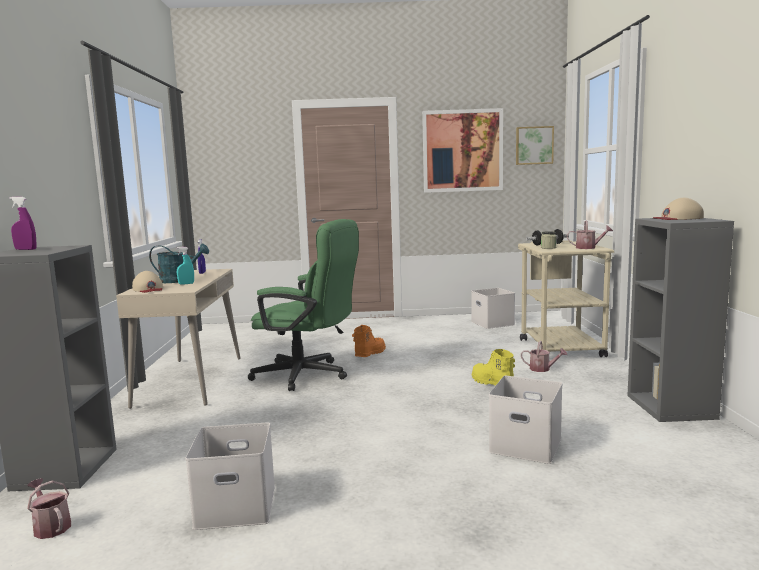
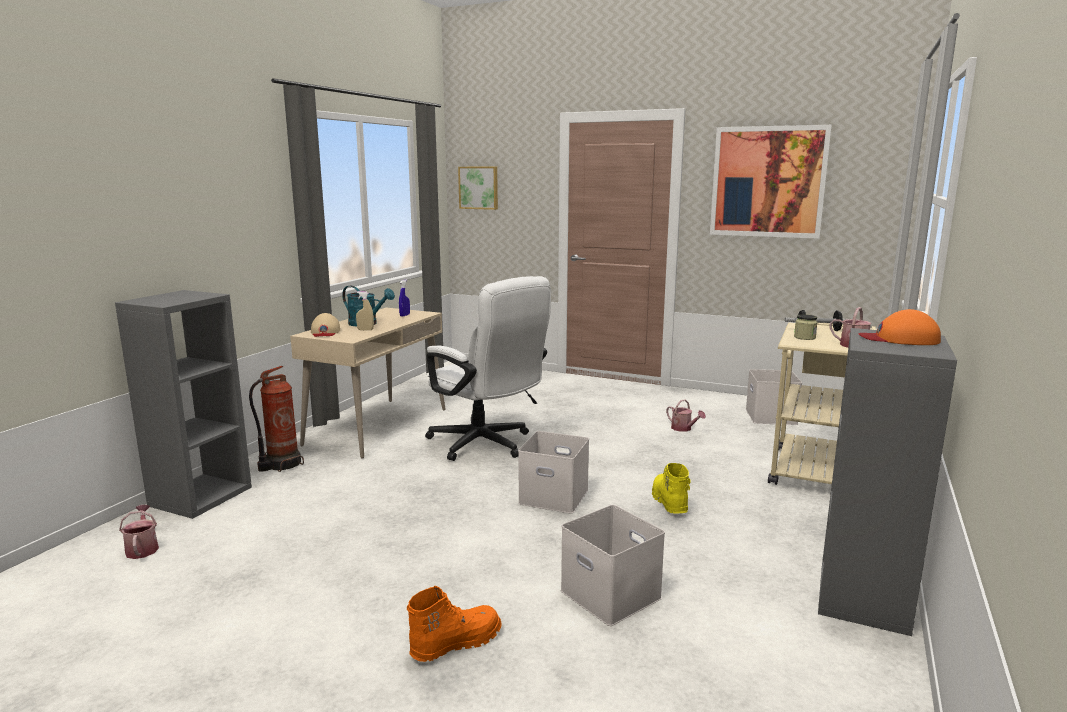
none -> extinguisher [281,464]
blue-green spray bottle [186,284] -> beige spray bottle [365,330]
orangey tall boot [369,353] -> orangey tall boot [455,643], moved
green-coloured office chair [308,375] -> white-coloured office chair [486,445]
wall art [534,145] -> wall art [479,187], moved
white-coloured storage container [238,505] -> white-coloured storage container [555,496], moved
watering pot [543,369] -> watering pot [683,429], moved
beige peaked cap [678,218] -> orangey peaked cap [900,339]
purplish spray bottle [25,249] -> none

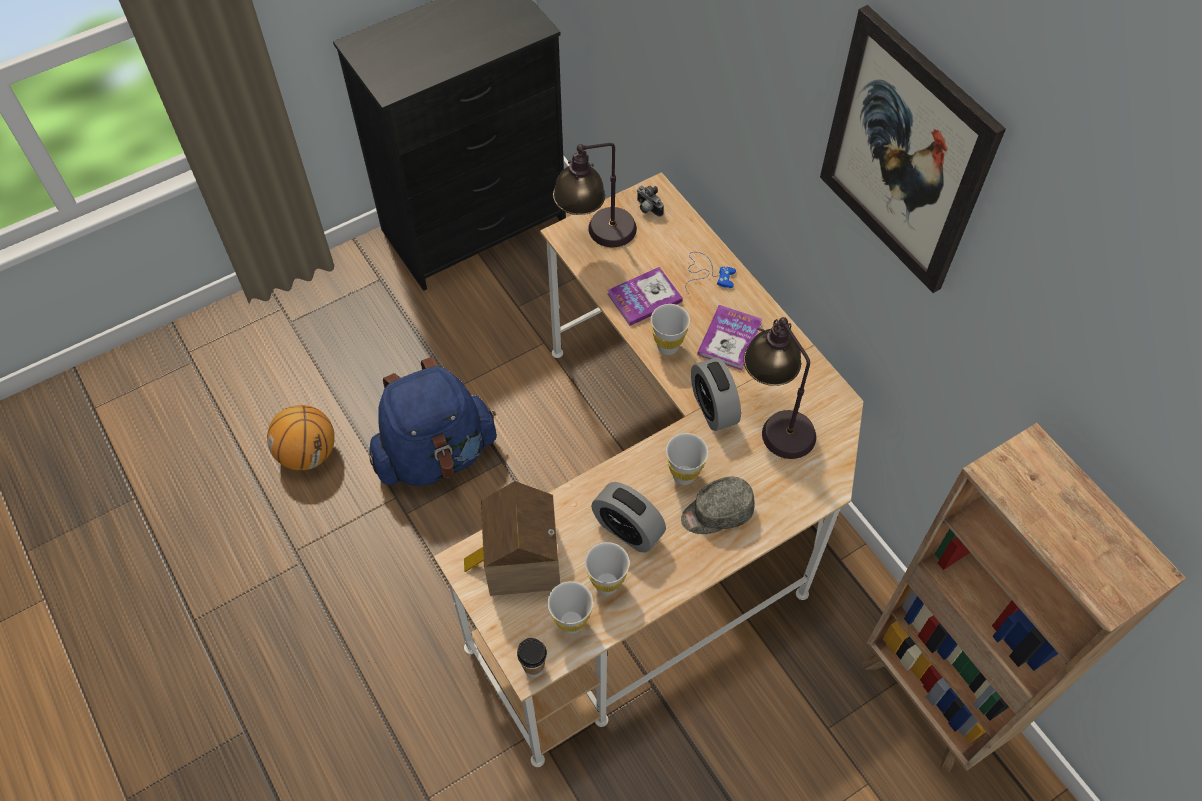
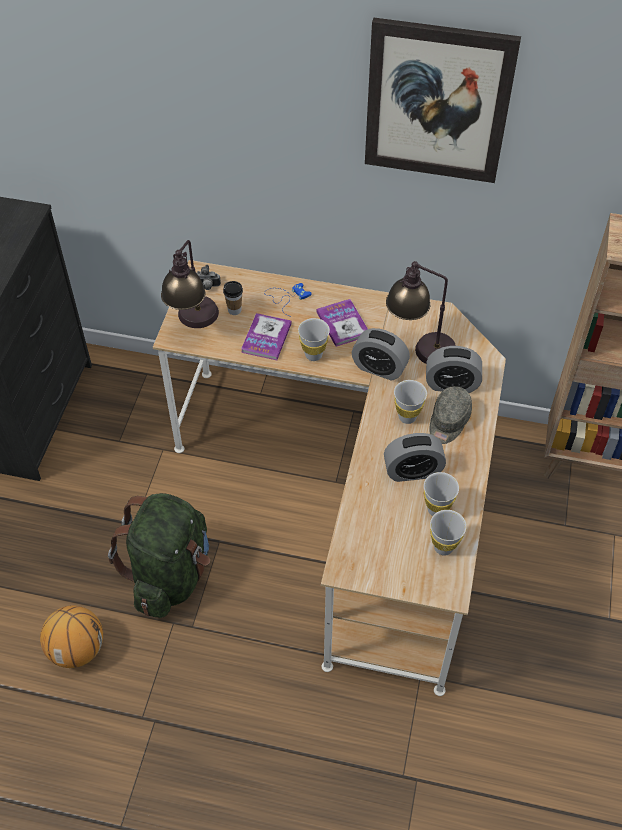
blue-coloured backpack [436,455] -> green-coloured backpack [170,574]
drinking cup [534,668] -> drinking cup [234,310], moved
none -> bedside clock [451,384]
miniature house [518,561] -> none

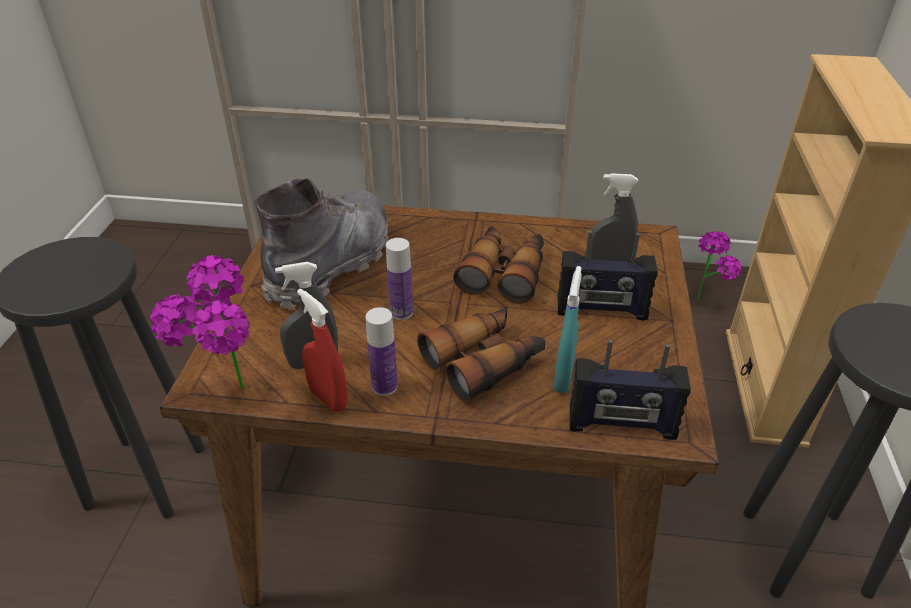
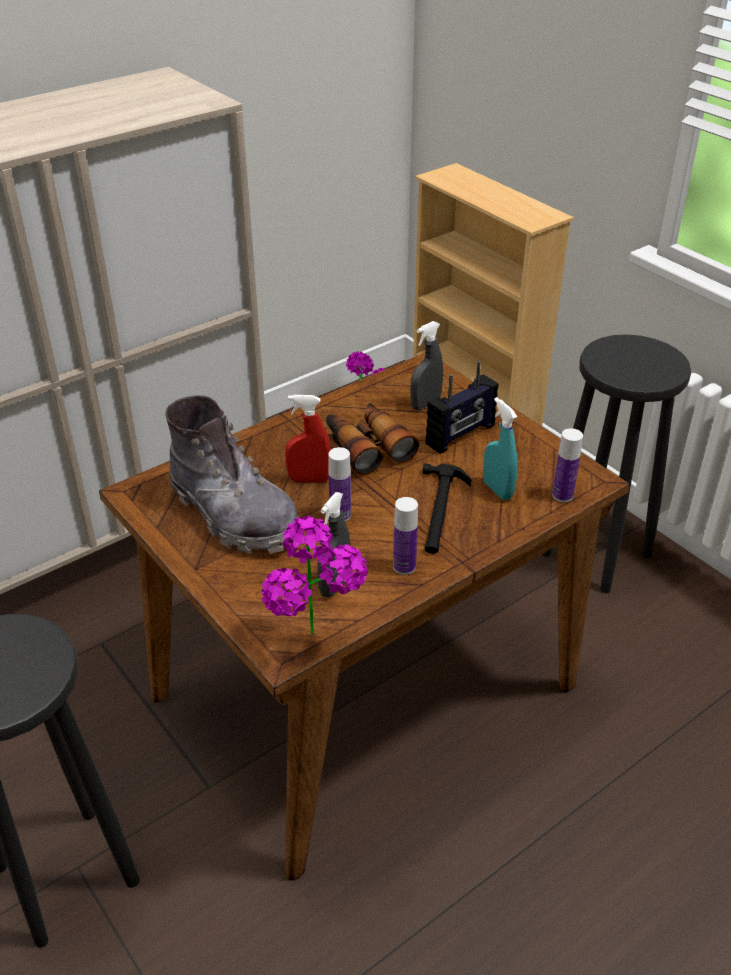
gray tall boot [332,264] -> gray tall boot [234,514], 150 degrees clockwise
reddish spray bottle [328,399] -> reddish spray bottle [309,479], moved
binoculars [484,361] -> tool hammer [440,511]
radio receiver [621,425] -> bottle [562,495]

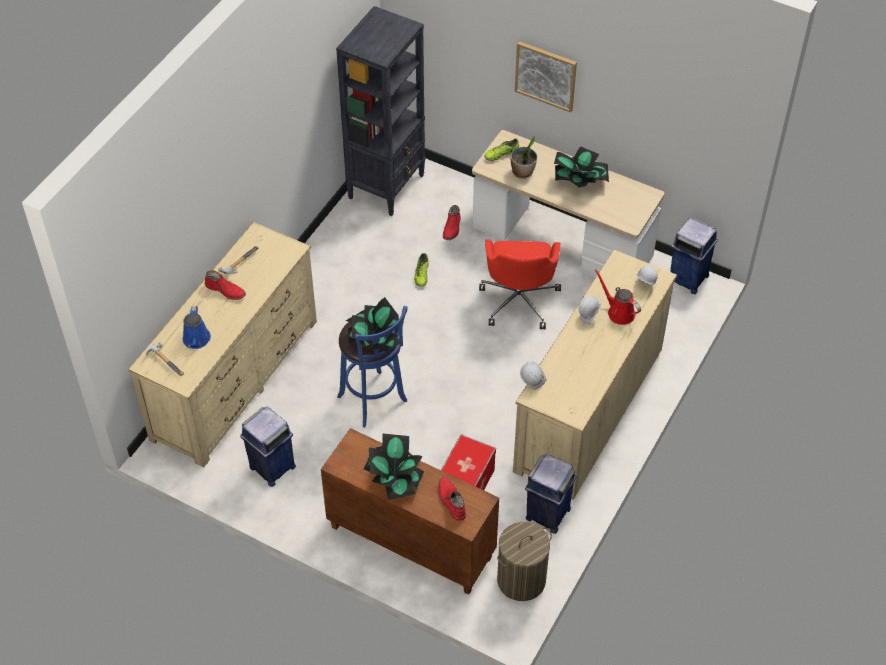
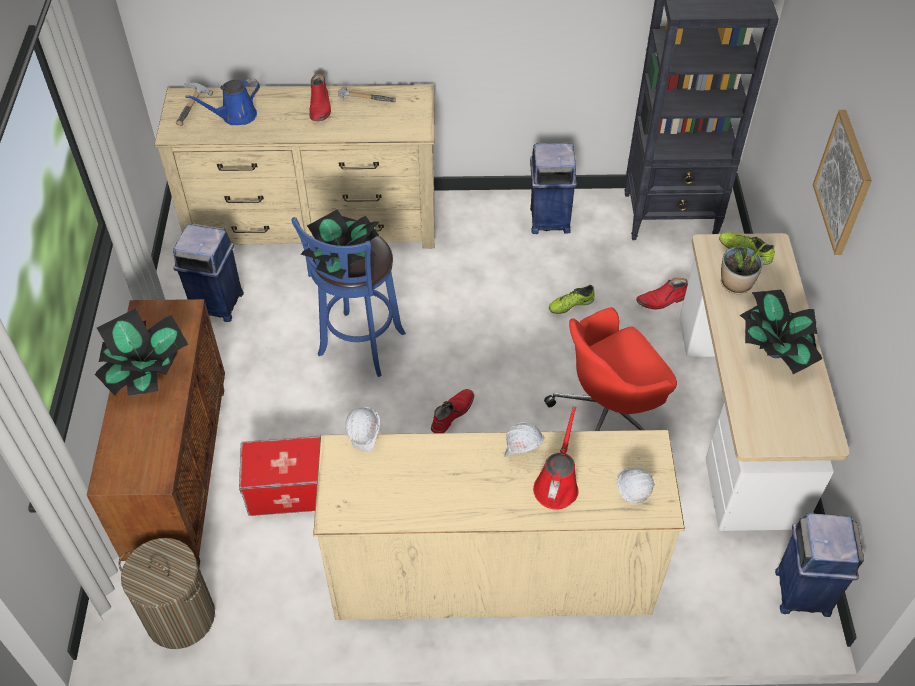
reddish tall boot [451,501] -> reddish tall boot [451,413], moved
blue-coloured waste bin [547,514] -> blue-coloured waste bin [548,220], moved

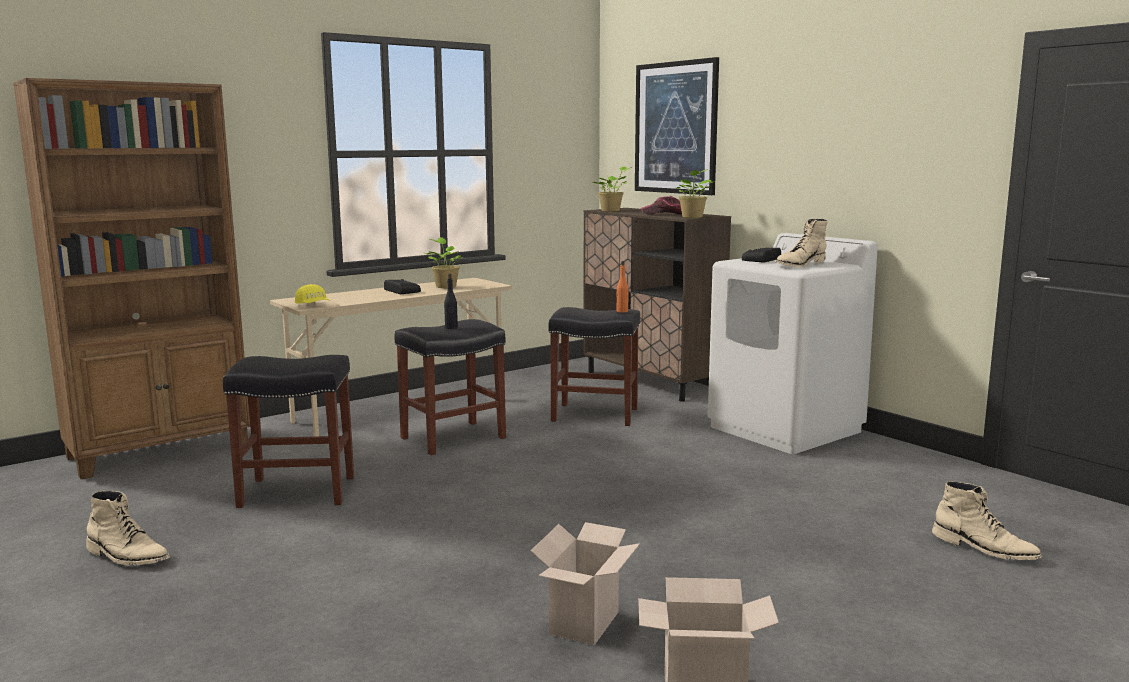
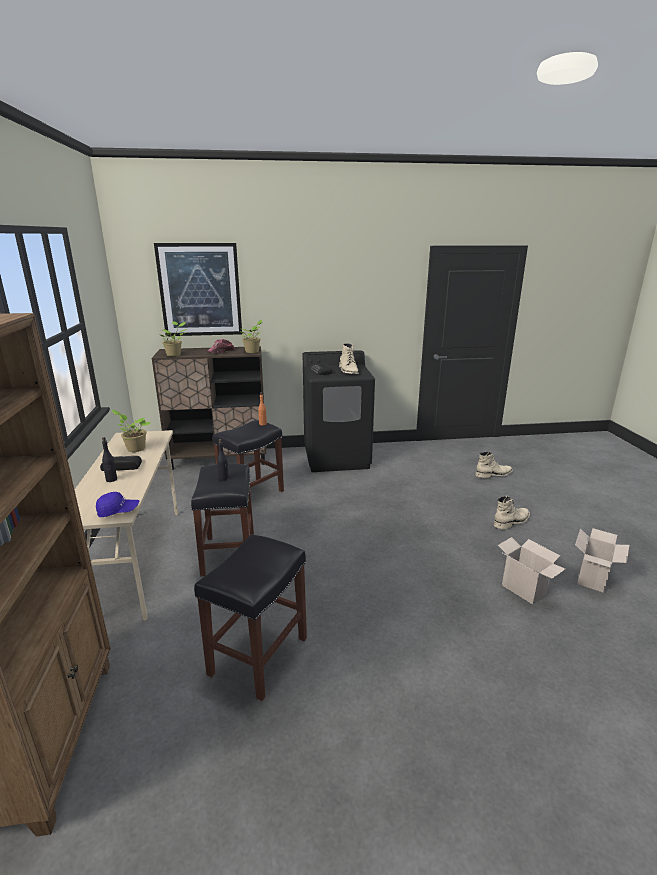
yellow peaked cap [313,305] -> blue-coloured peaked cap [118,511]
none -> black bottle [111,480]
white-coloured laundry appliance [785,429] -> black laundry appliance [337,457]
beige tall boot [127,556] -> beige tall boot [512,521], moved

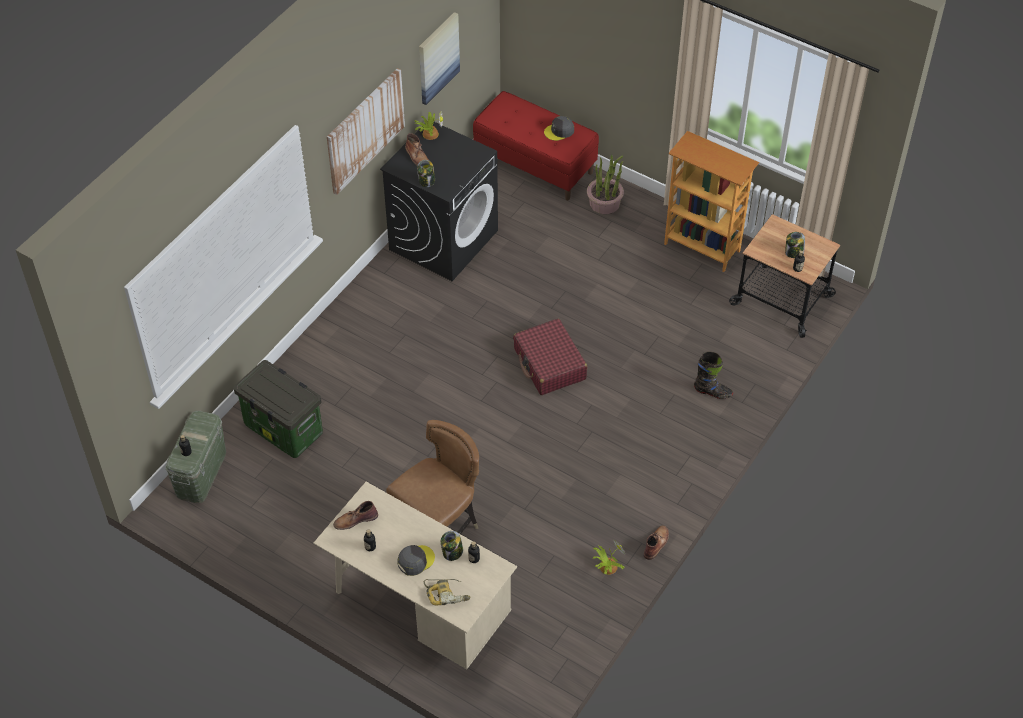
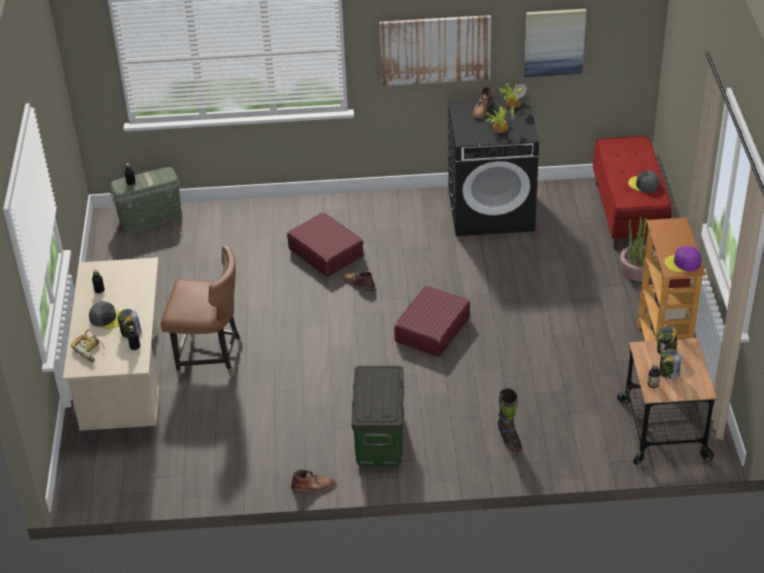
none -> reddish piece of luggage [326,252]
brown tall boot [355,520] -> brown tall boot [358,282], moved
storage container [285,429] -> storage container [380,440], moved
potted plant [607,567] -> potted plant [499,127], moved
storage jar [426,181] -> storage jar [666,350], moved
none -> purplish peaked cap [683,263]

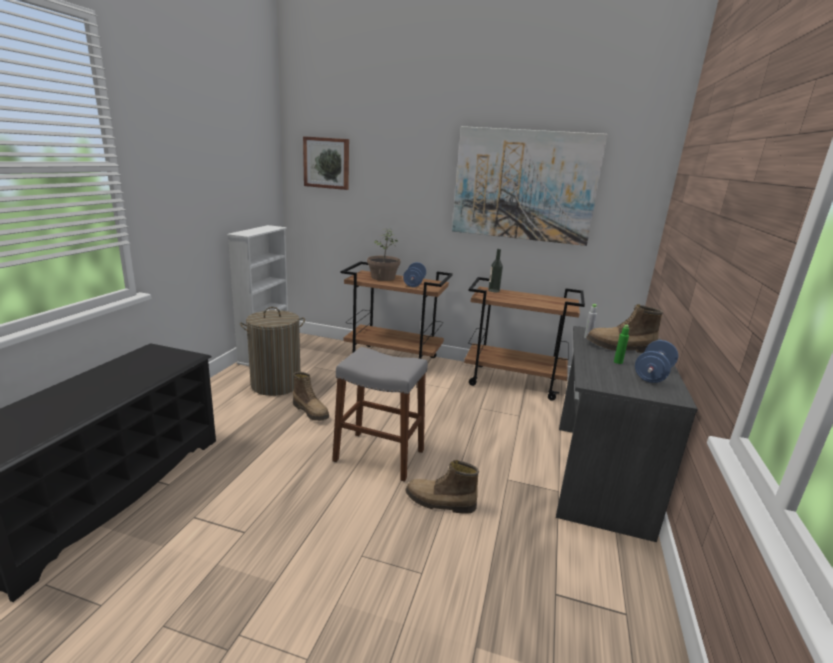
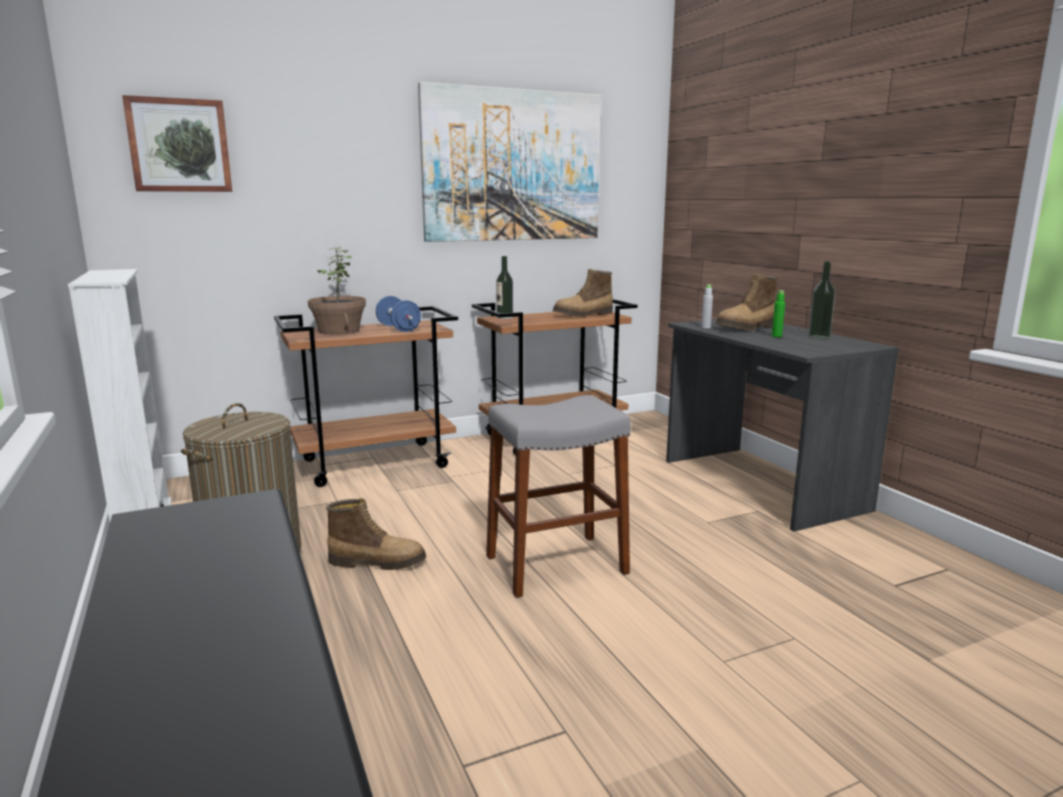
tall boot [439,502] -> tall boot [584,315], moved
blue-coloured hand weight [653,375] -> bottle [819,337]

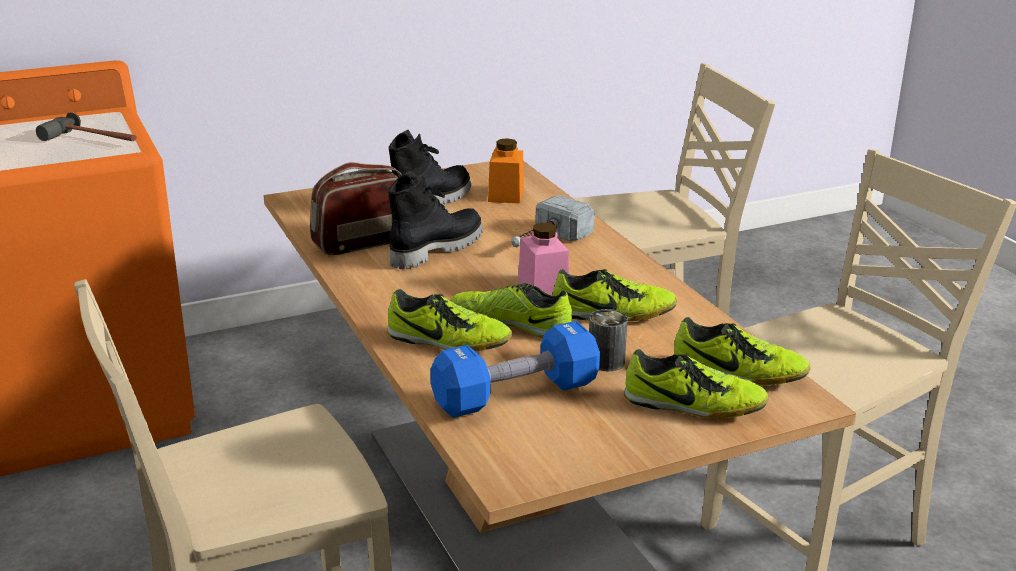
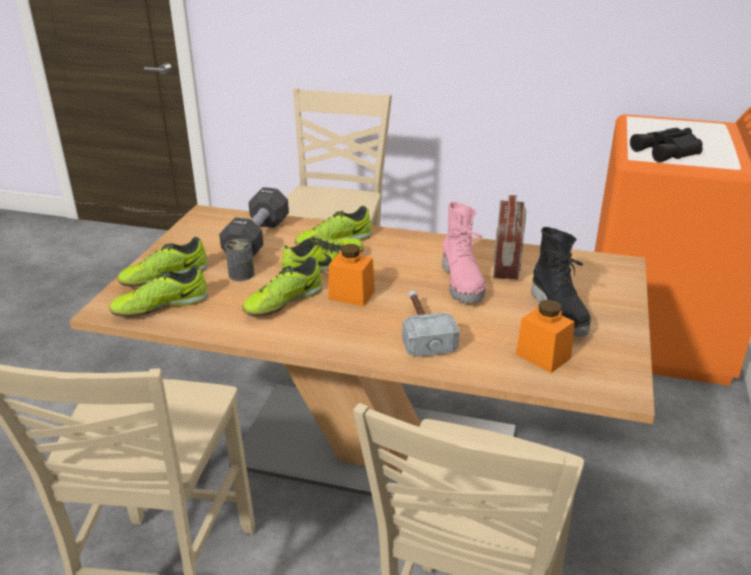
blue-coloured hand weight [515,394] -> black hand weight [257,239]
pink-coloured storage jar [543,288] -> orangey storage jar [351,295]
black tall boot [435,249] -> pink-coloured tall boot [463,283]
tool hammer [93,140] -> black binoculars [668,152]

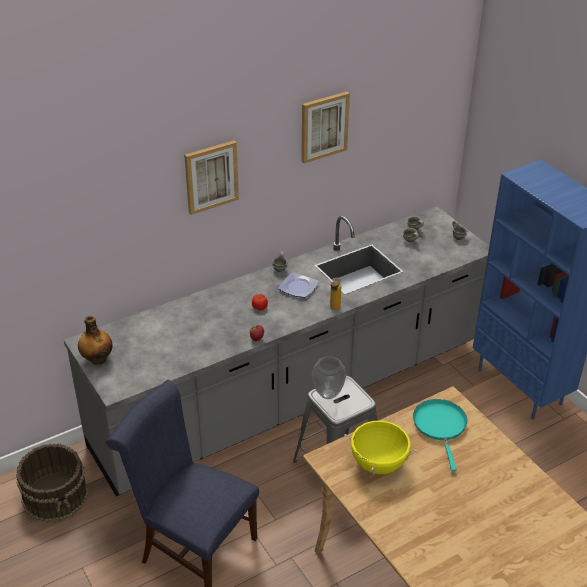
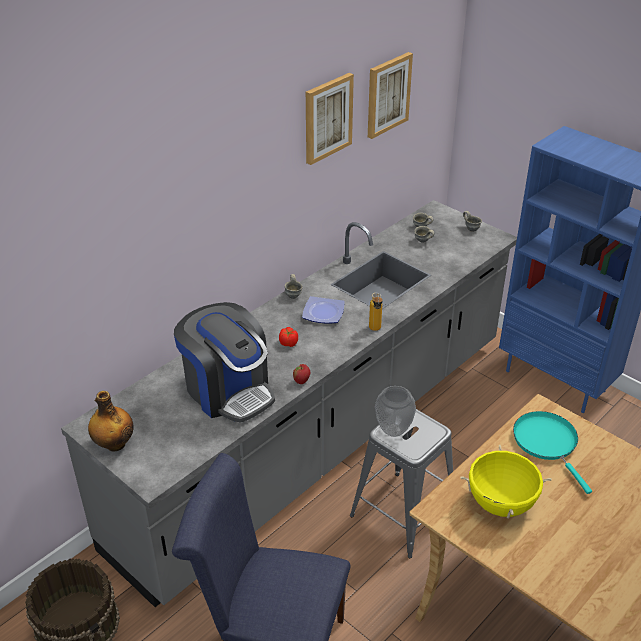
none -> coffee brewer [228,390]
wall art [211,176] -> wall art [387,94], moved

